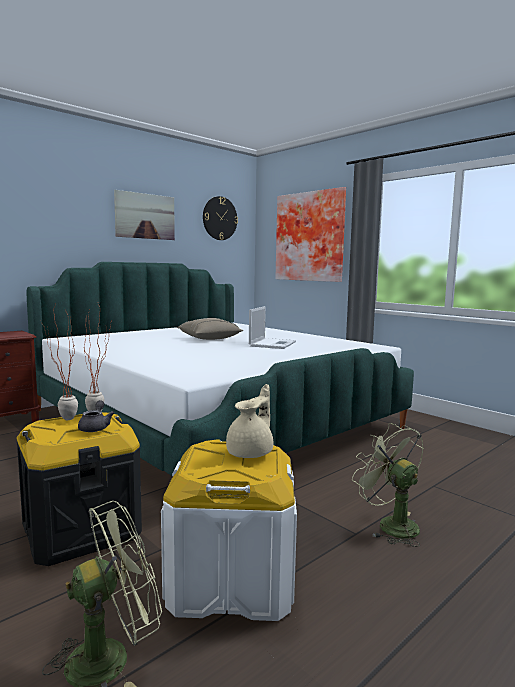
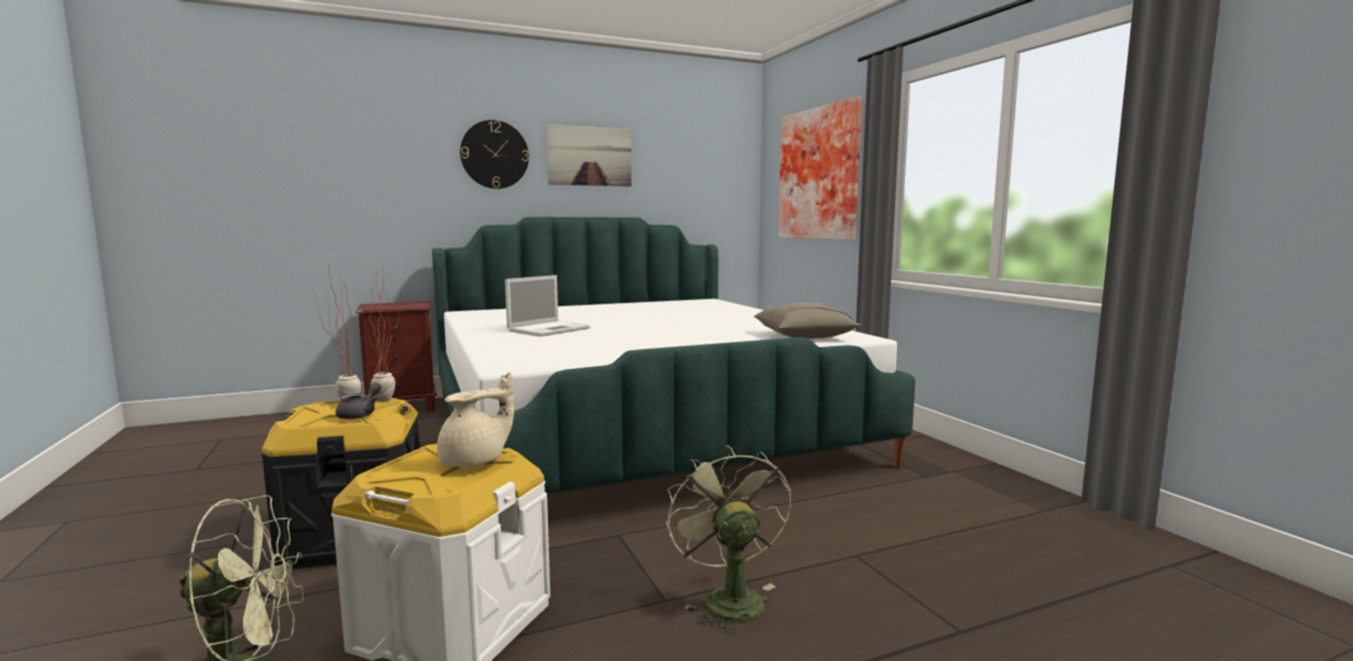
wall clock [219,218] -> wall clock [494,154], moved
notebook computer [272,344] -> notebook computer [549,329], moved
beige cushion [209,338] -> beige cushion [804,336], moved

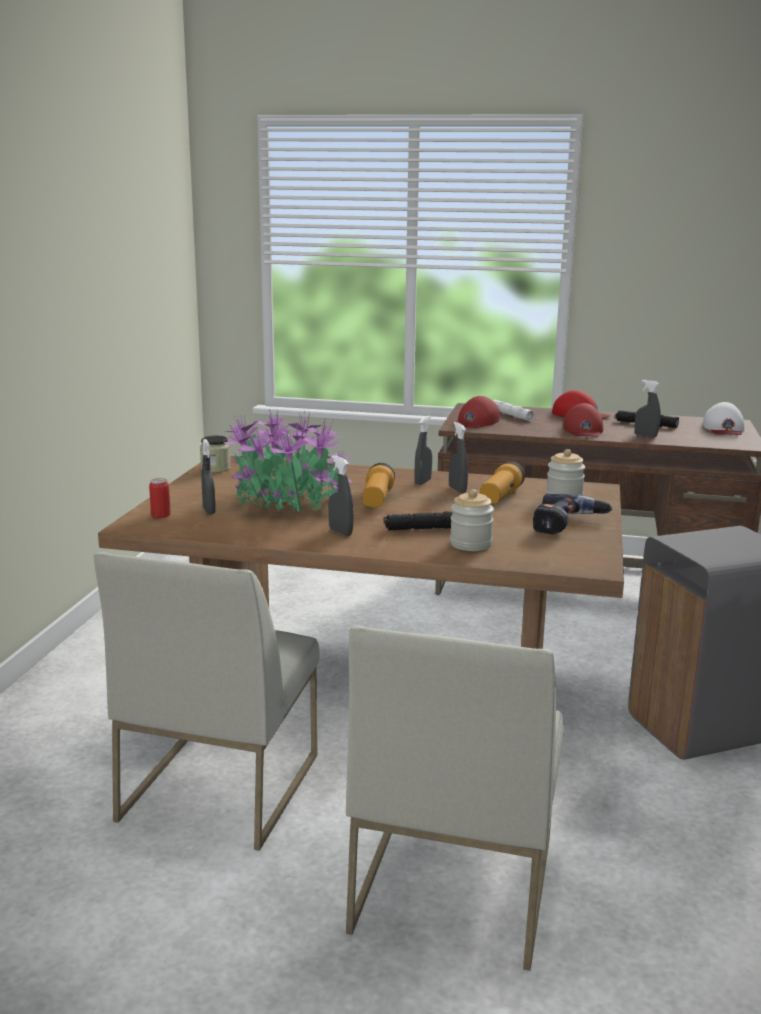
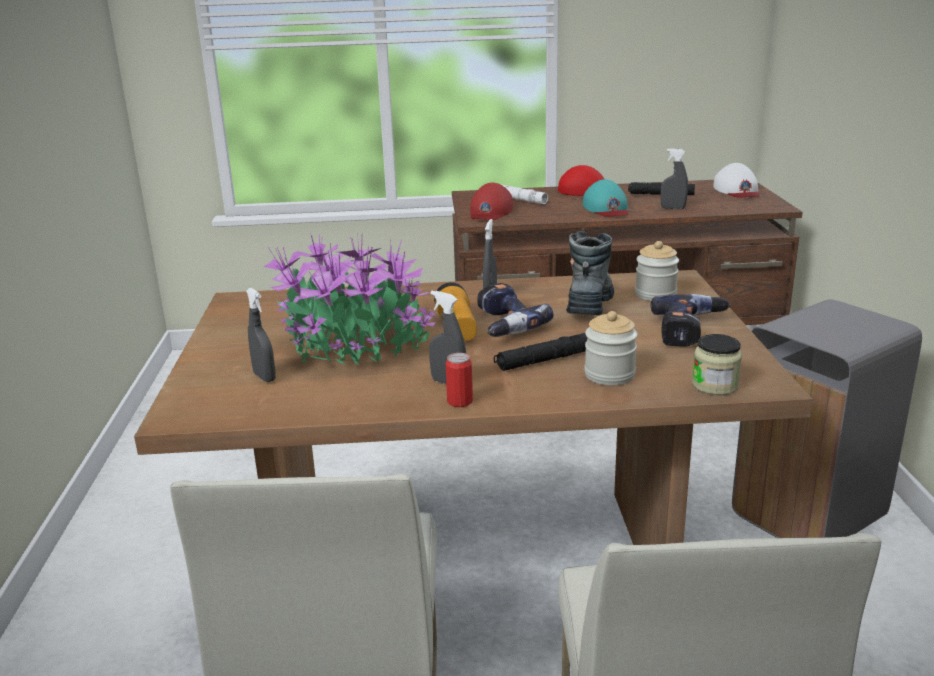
sealed can [160,515] -> sealed can [460,401], moved
none -> drill [503,325]
flashlight [500,497] -> tall boot [589,304]
reddish peaked cap [583,430] -> blue-green peaked cap [606,208]
storage jar [215,468] -> storage jar [715,385], moved
gray spray bottle [457,490] -> none

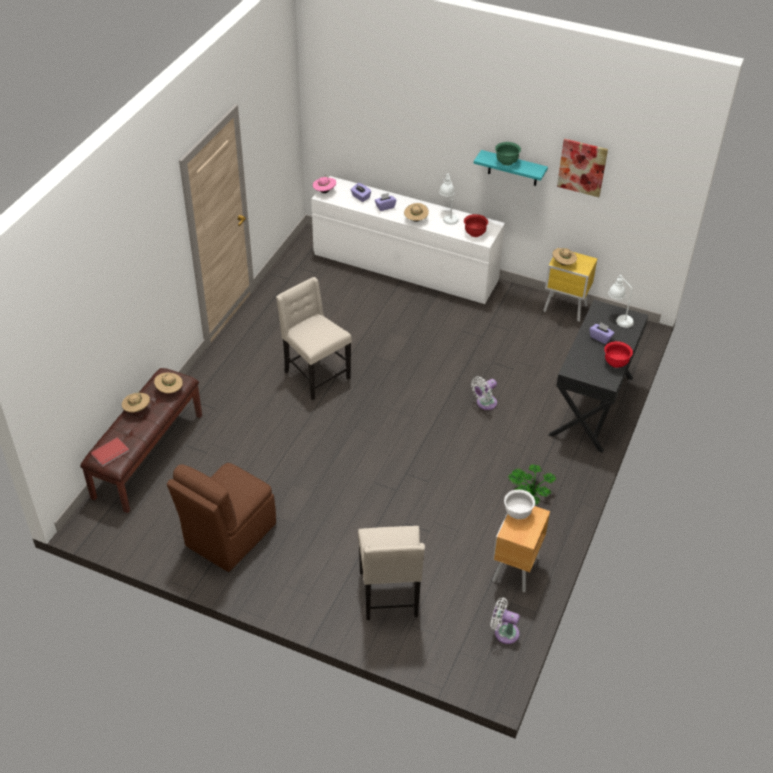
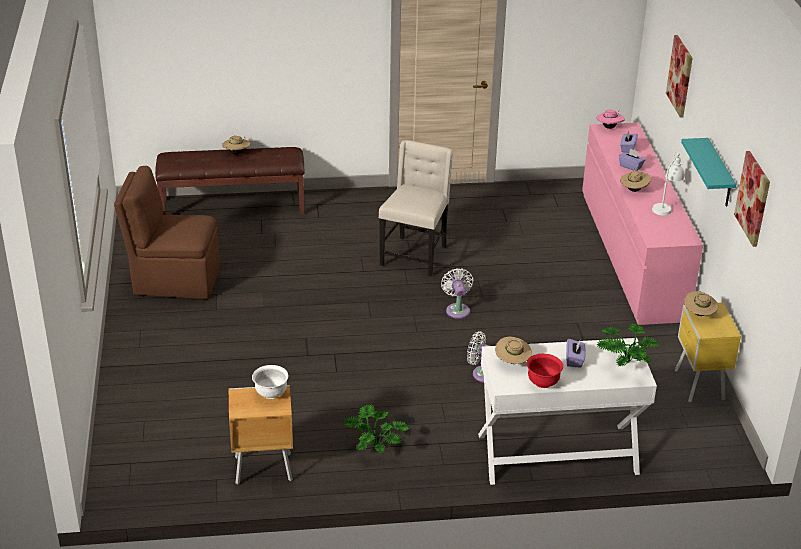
white-coloured electric fan [504,632] -> white-coloured electric fan [457,309], moved
black desk [592,406] -> white-coloured desk [557,454]
beige hat [169,390] -> beige hat [512,362], moved
white-coloured drawer chest [405,267] -> pink-coloured drawer chest [632,254]
white-coloured tabletop lamp [618,318] -> potted plant [624,364]
none -> wall art [680,76]
reddish volume [111,453] -> none
beige upright chair [390,595] -> none
reddish deep dish [475,233] -> none
green-coloured deep dish [506,162] -> none

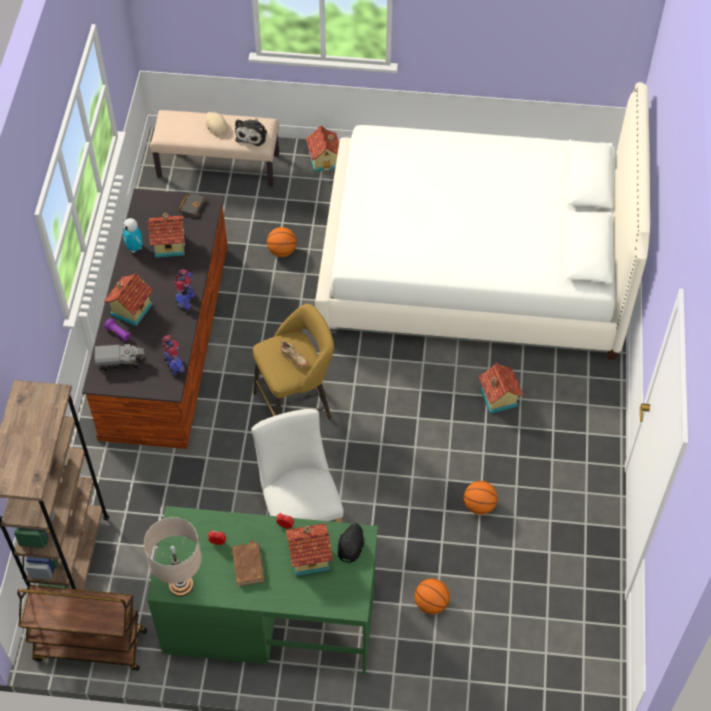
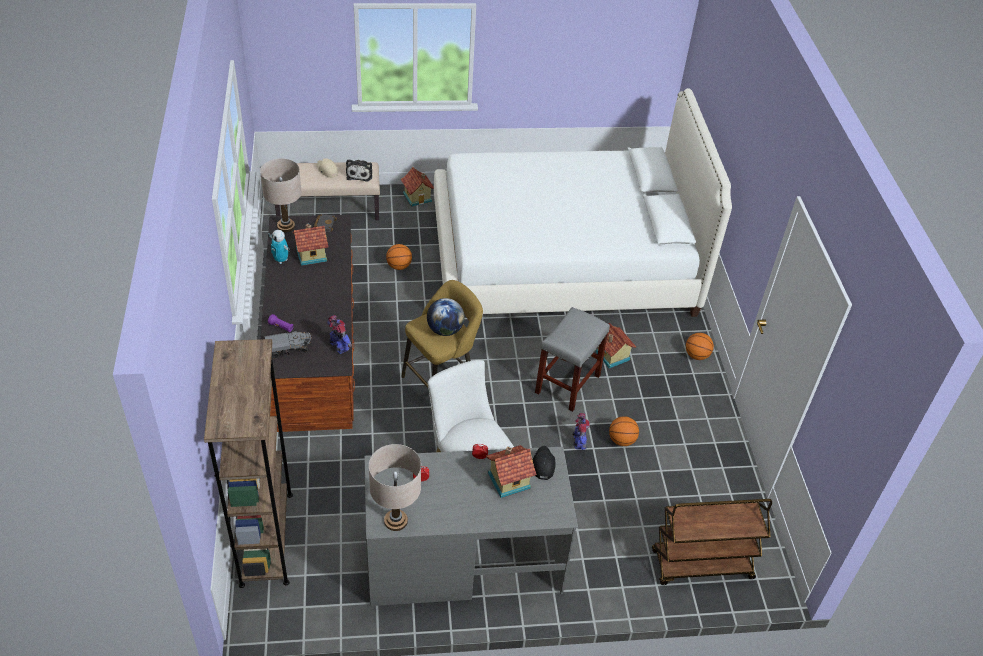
none -> beige tabletop lamp [286,226]
green-coloured desk [270,617] -> gray desk [463,559]
beige low shoe [294,359] -> globe [445,330]
none -> gray stool seat [567,385]
toy robot [185,301] -> toy robot [579,442], moved
brown cart [89,646] -> brown cart [701,565], moved
ball for basketball [431,603] -> ball for basketball [696,355], moved
miniature house [130,309] -> none
brown volume [248,565] -> none

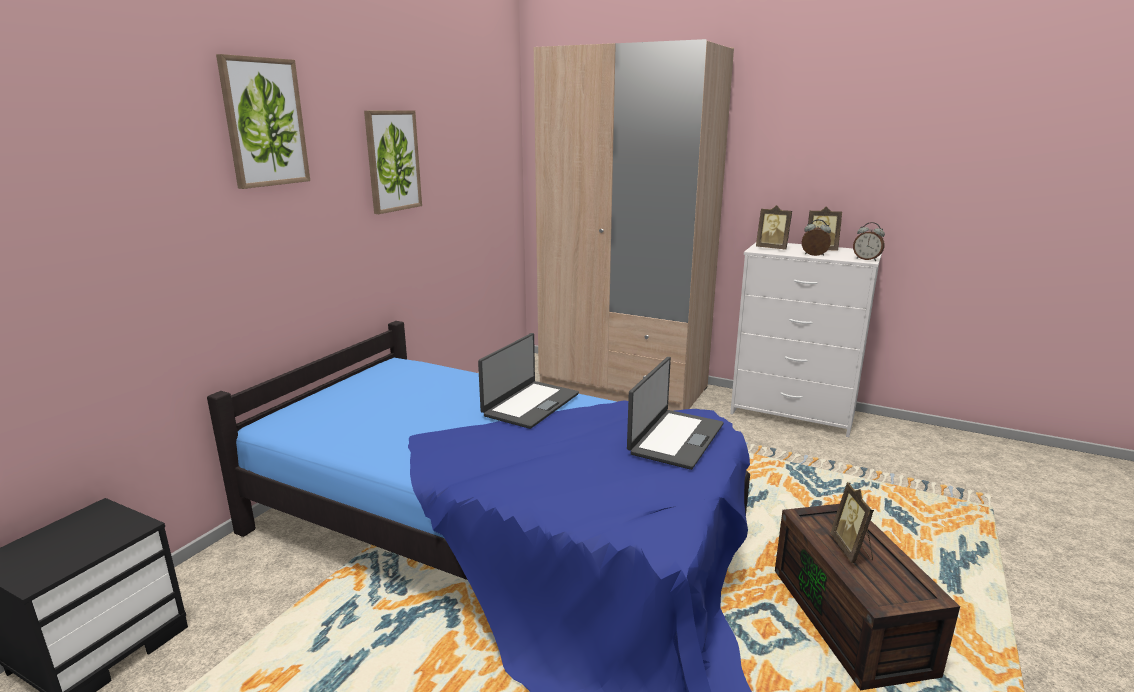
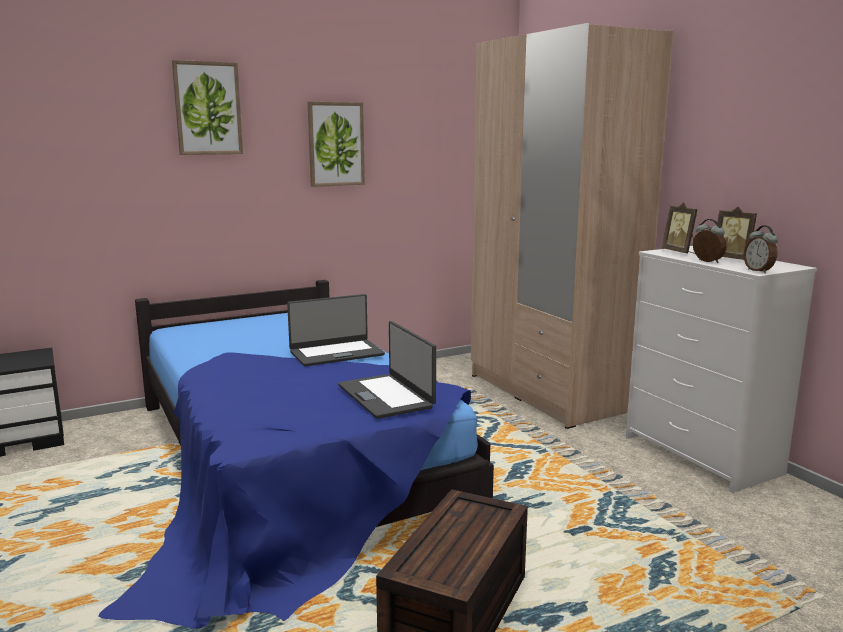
notebook computer [675,438] -> notebook computer [386,396], 90 degrees clockwise
standing frame [851,549] -> none

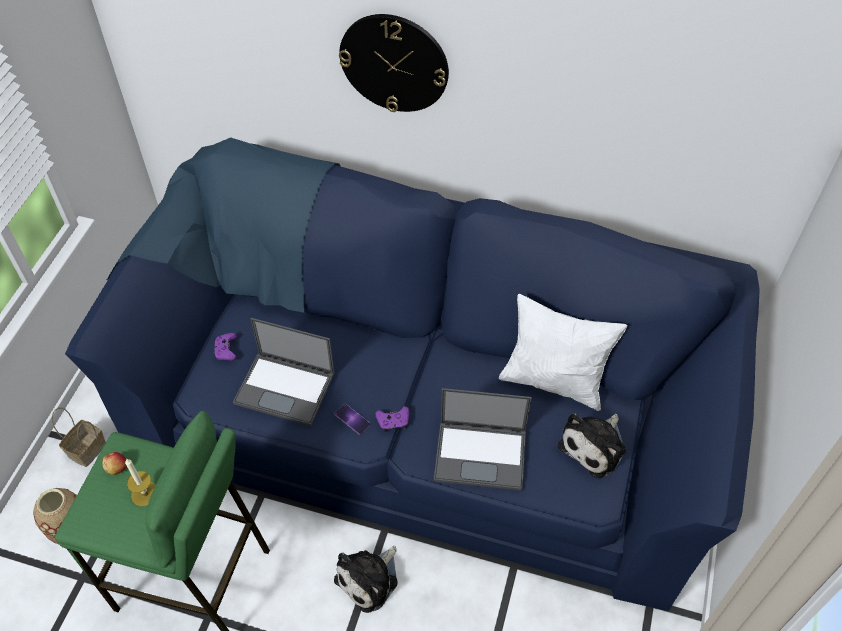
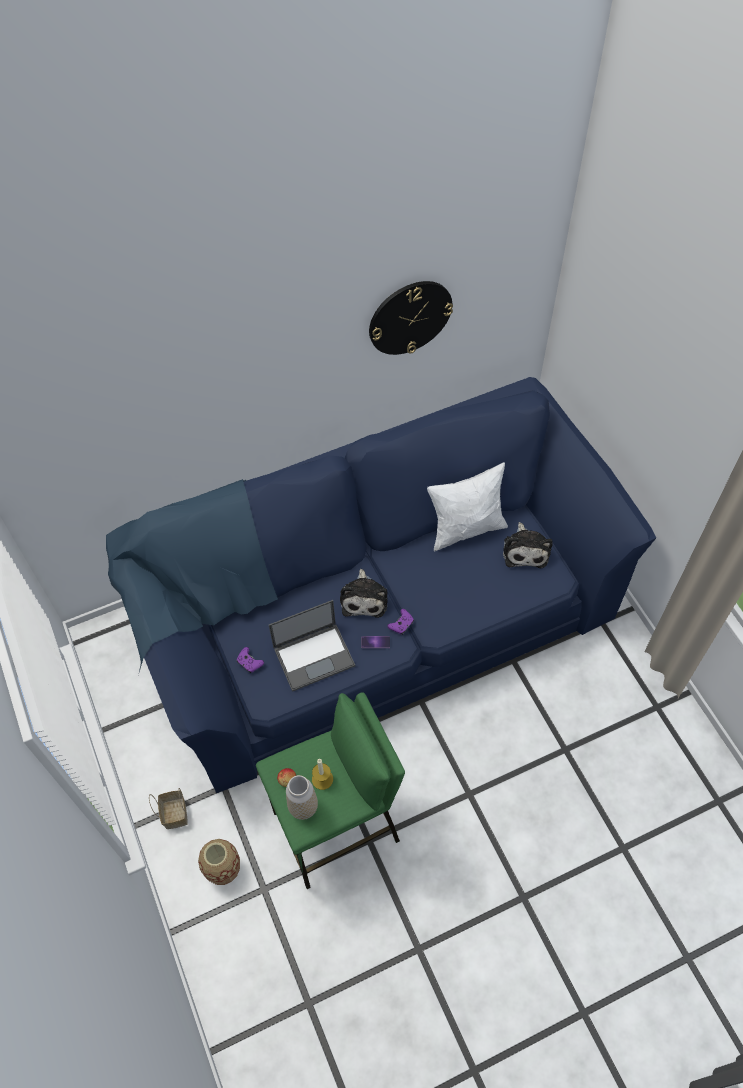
none -> vase [303,807]
soft toy [369,579] -> soft toy [364,598], moved
wall clock [394,63] -> wall clock [410,317], moved
notebook computer [481,454] -> none

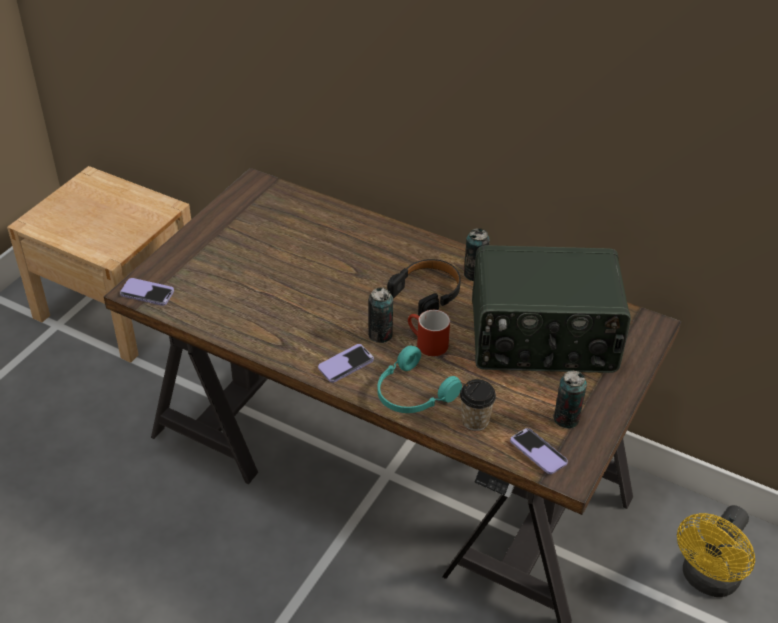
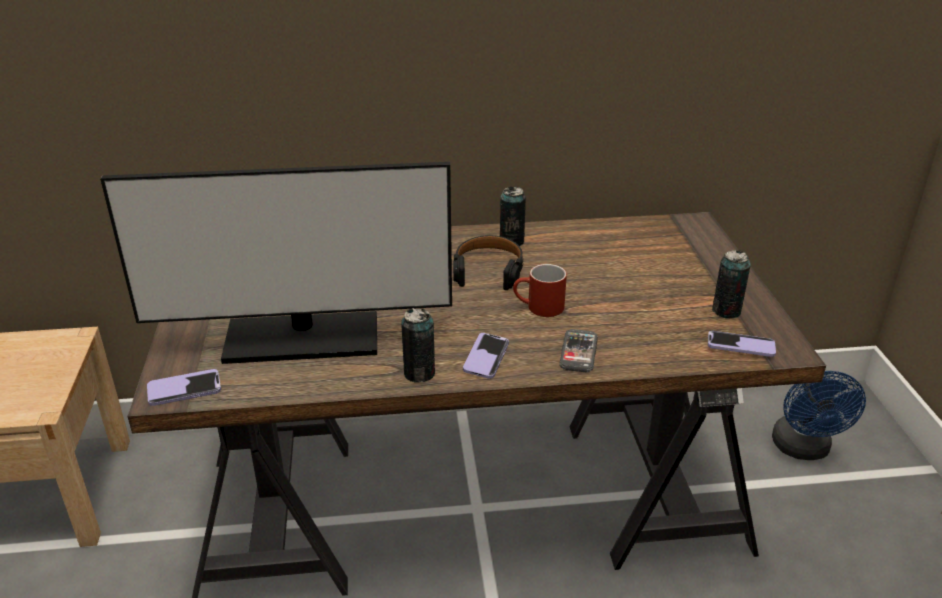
none -> computer display [302,338]
sealed can [380,335] -> sealed can [419,373], moved
blue-green headphones [412,394] -> phone [578,352]
yellow electric fan [707,580] -> blue-coloured electric fan [803,449]
drinking cup [475,420] -> none
radio receiver [543,339] -> none

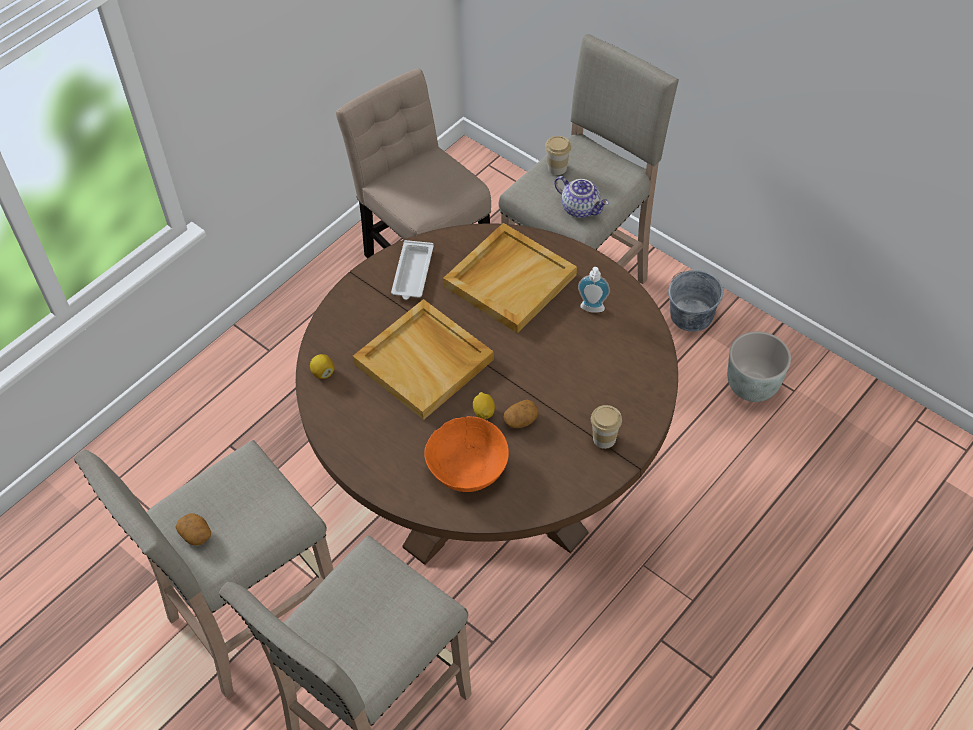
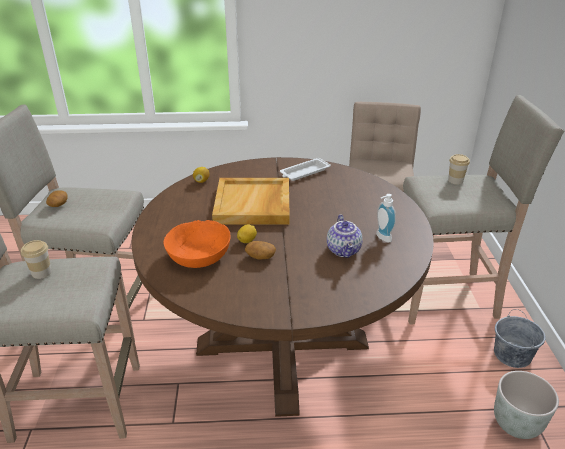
drinking cup [604,438] -> drinking cup [41,272], moved
tea pot [581,208] -> tea pot [344,250], moved
beige carrying tray [510,279] -> none

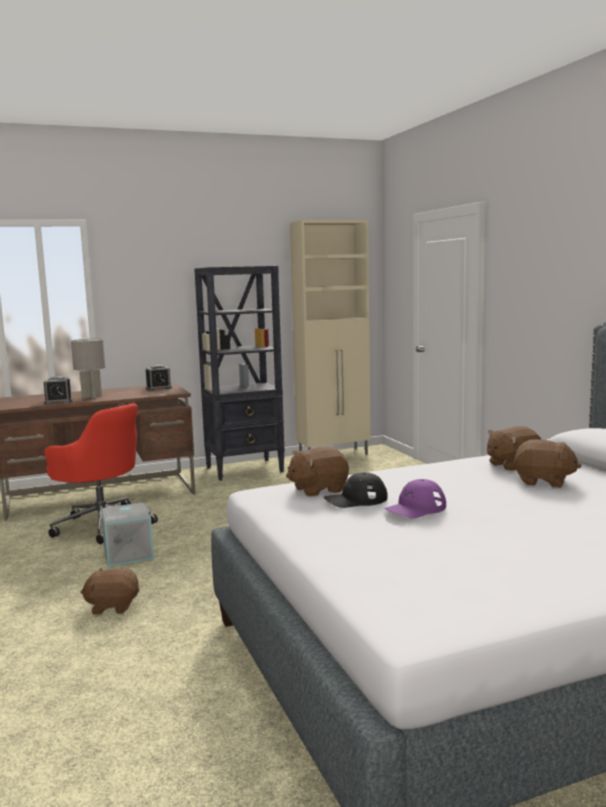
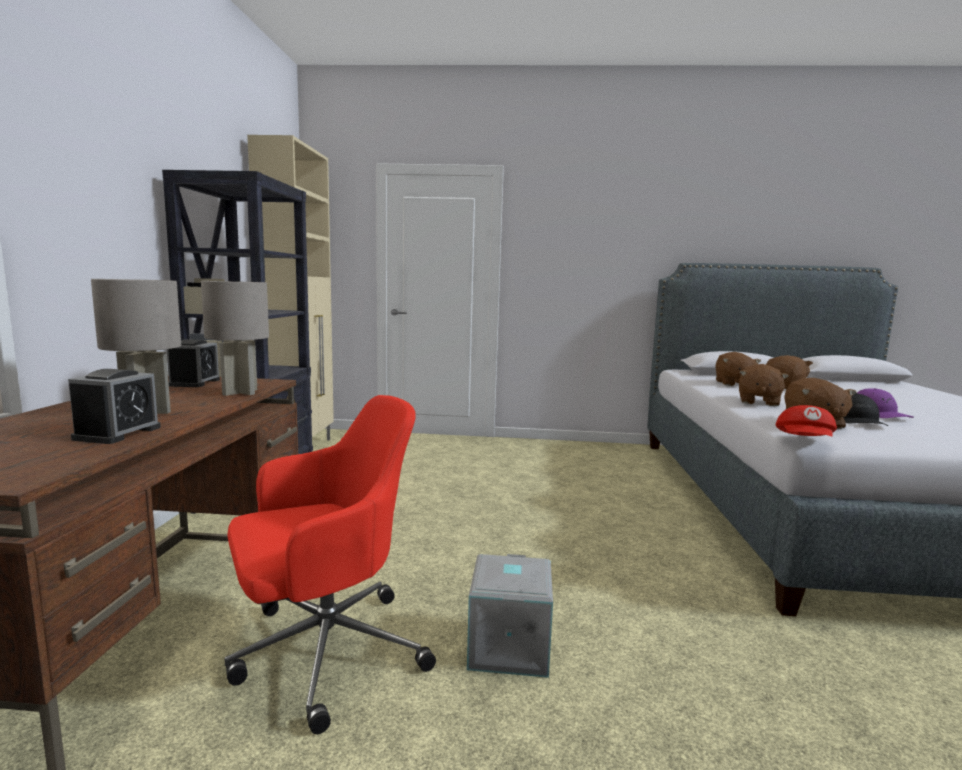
none -> gray tabletop lamp [239,392]
brown soft toy [113,606] -> brown soft toy [758,402], moved
none -> reddish peaked cap [805,442]

